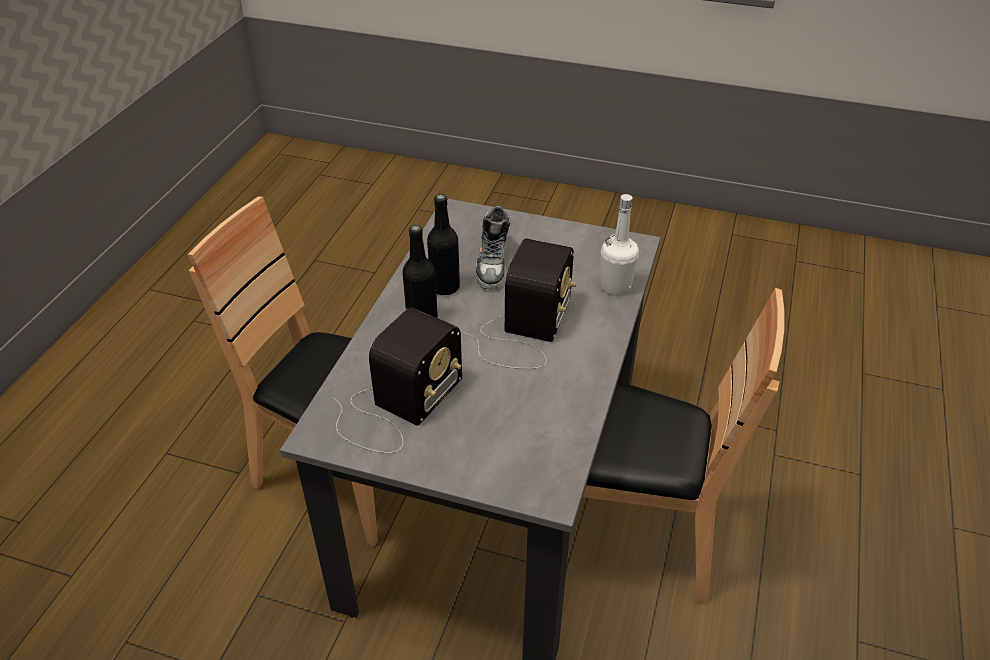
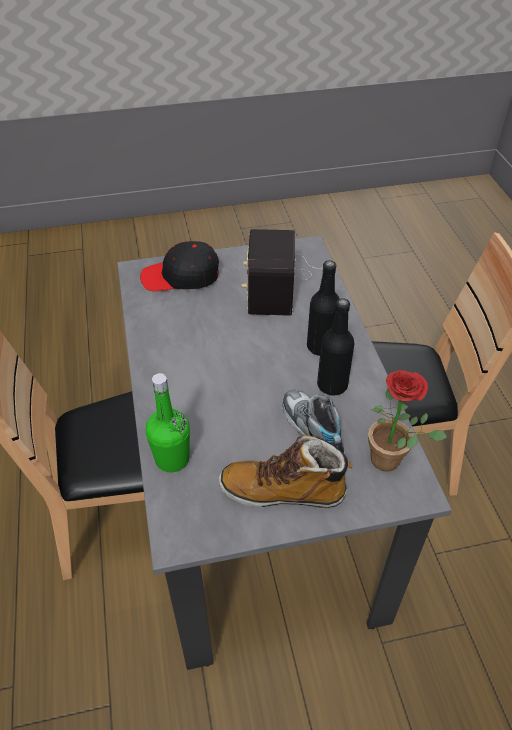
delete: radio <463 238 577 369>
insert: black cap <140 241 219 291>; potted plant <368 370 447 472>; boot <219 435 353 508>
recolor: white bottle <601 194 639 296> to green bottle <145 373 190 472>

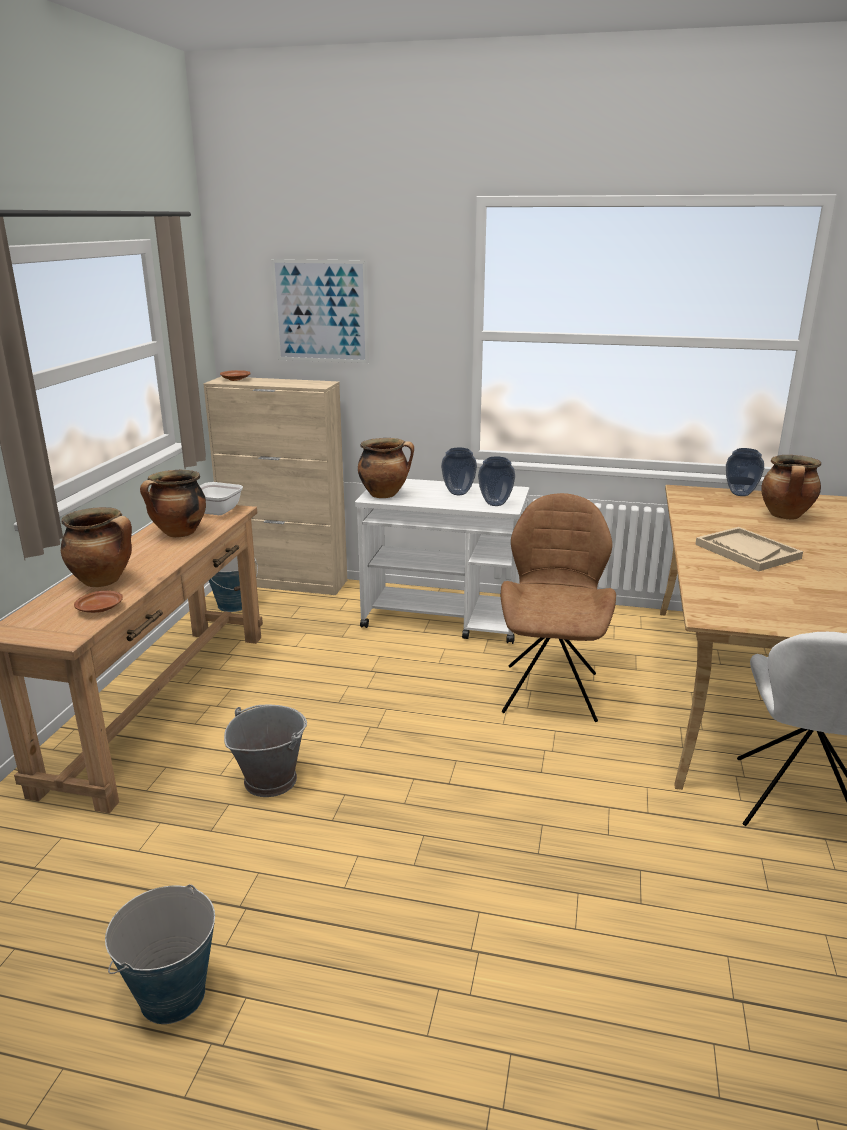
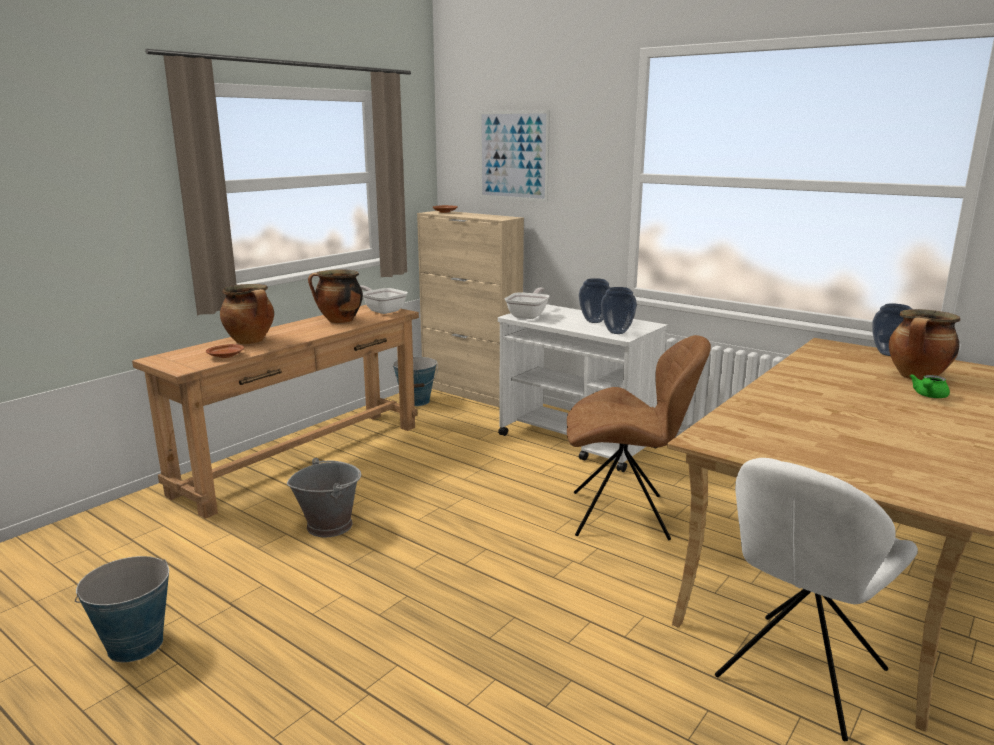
delete: beige tray <695 527 803 571>
insert: green teapot <910 374 950 398>
replace: cooking pot <358 438 414 498> to frying pan <505 288 550 319>
rotate: brown chair <501 493 616 722> = <567 335 711 540> 60 degrees clockwise

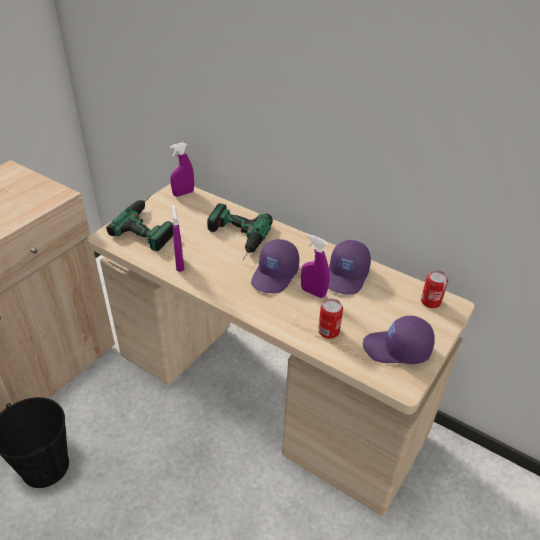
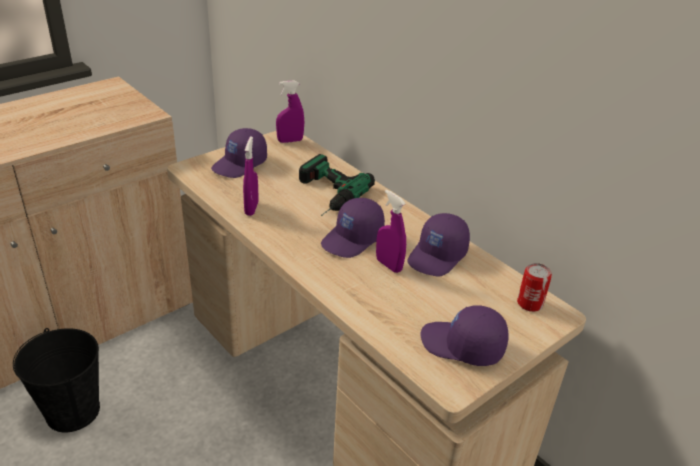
delete: can <318 299 343 339>
replace: power drill <106 196 173 251> to purple cap <211 128 267 178>

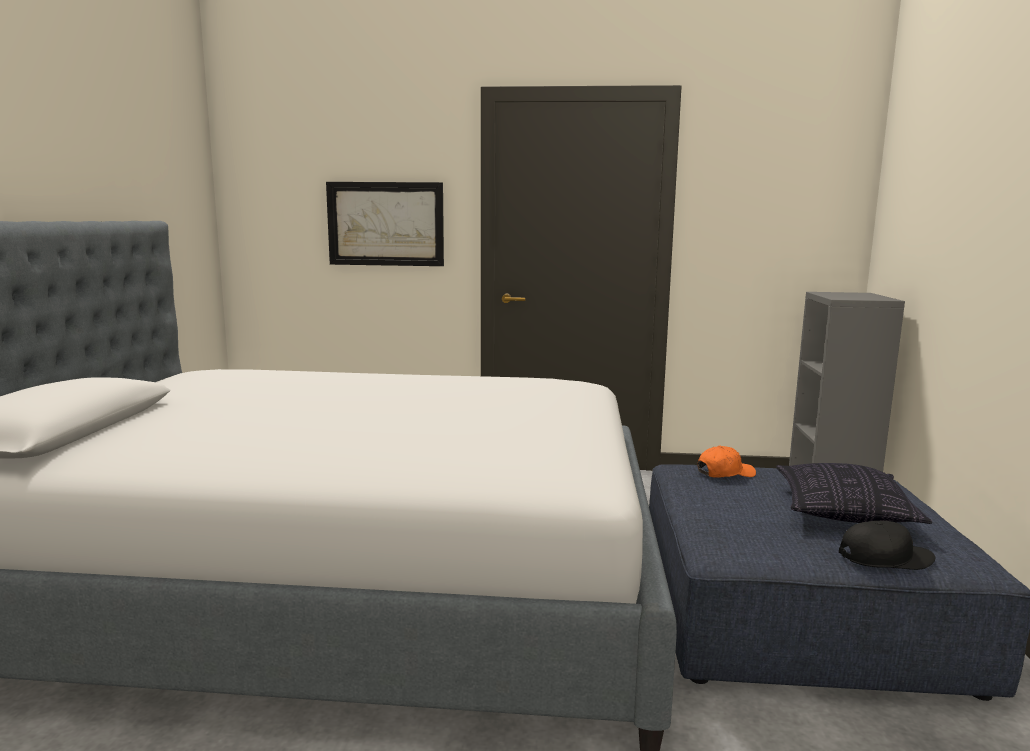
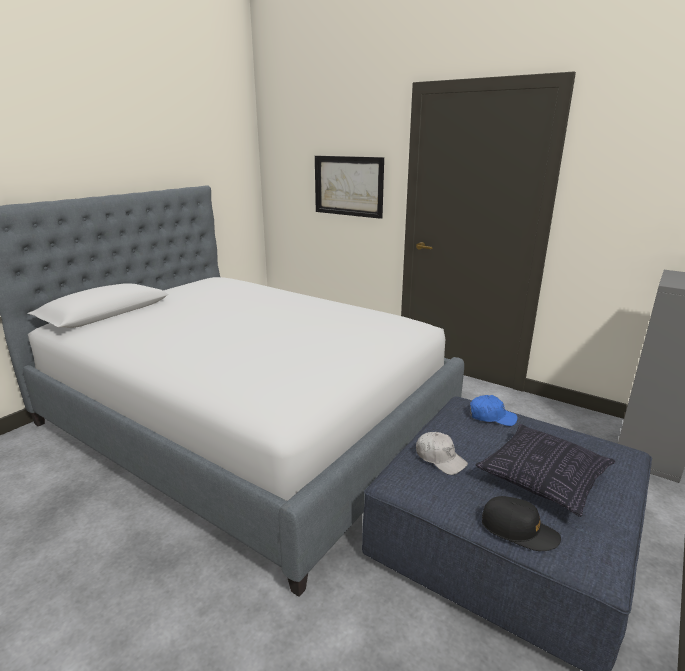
insert: white cap <416 432 468 475>
recolor: orange cap <698 446 756 477> to blue cap <470 395 518 426>

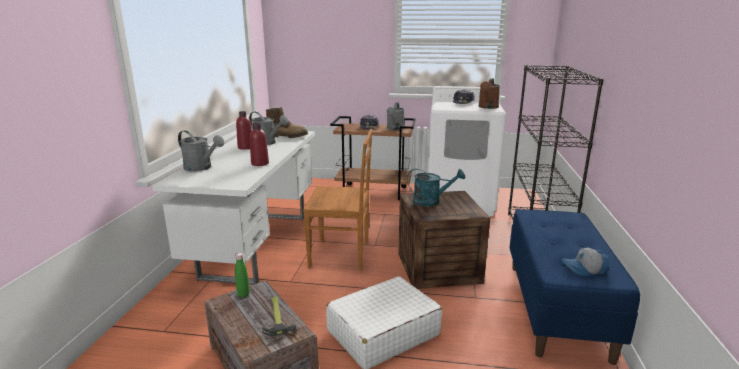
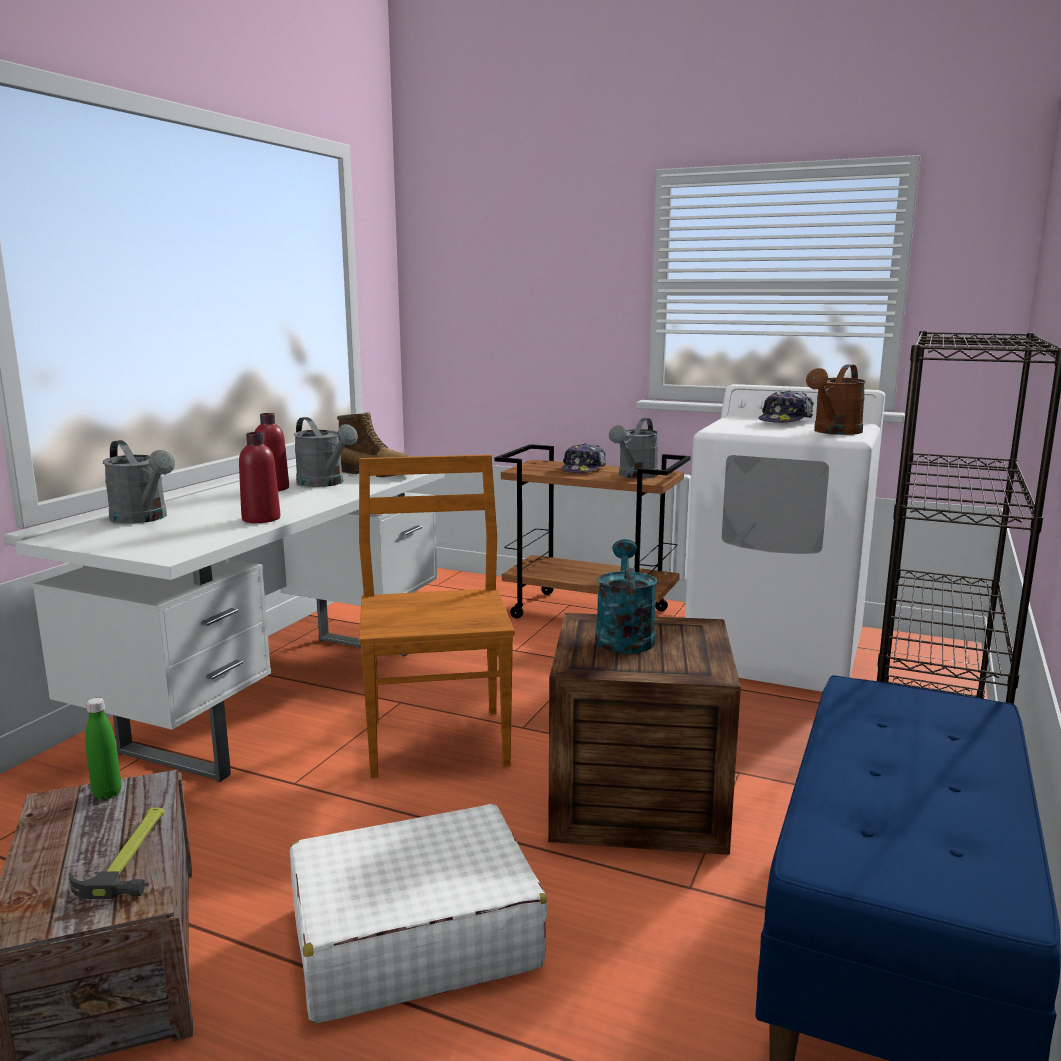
delete: cap <562 247 609 276>
rotate: brown chair <303 129 372 271> = <359 455 514 778> 120 degrees counterclockwise; turquoise watering can <407 169 465 206> = <595 539 657 654> 105 degrees counterclockwise

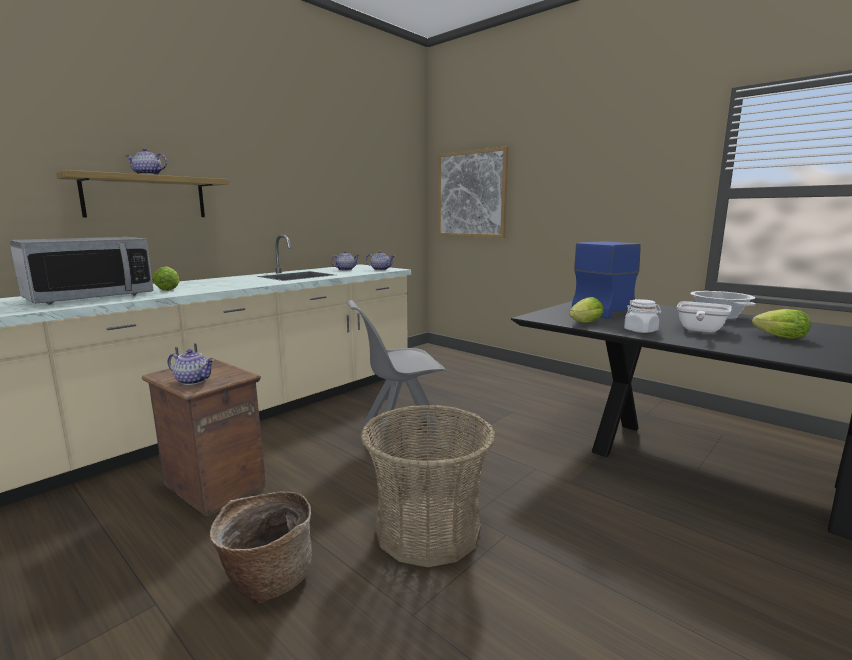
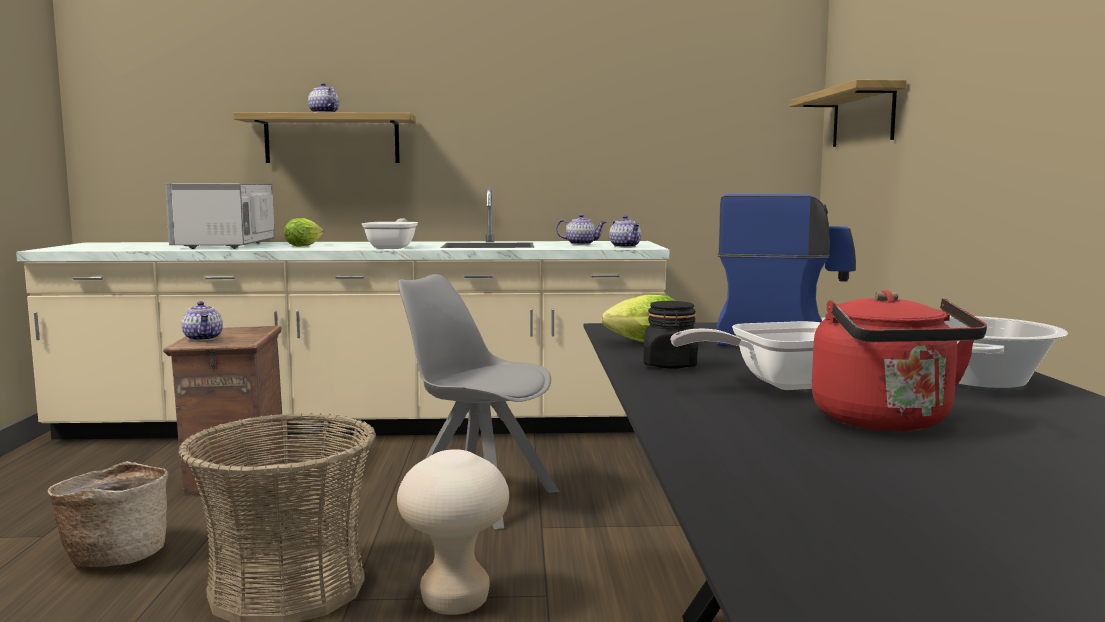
insert: frying pan <362 218 418 249>; beige stool <397 449 509 615>
replace: picture <438 147 509 238> to shelf <789 80 907 147>; lettuce <752 309 811 339> to red kettle <812 290 987 431>
recolor: white jar <624 299 661 333> to black jar <643 301 698 369>
rotate: microwave <9 237 154 304> = <165 183 275 249> 90 degrees clockwise

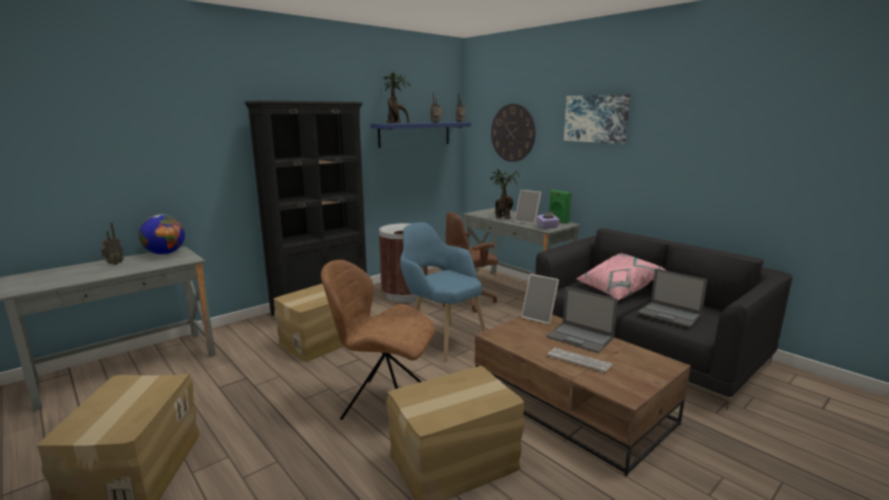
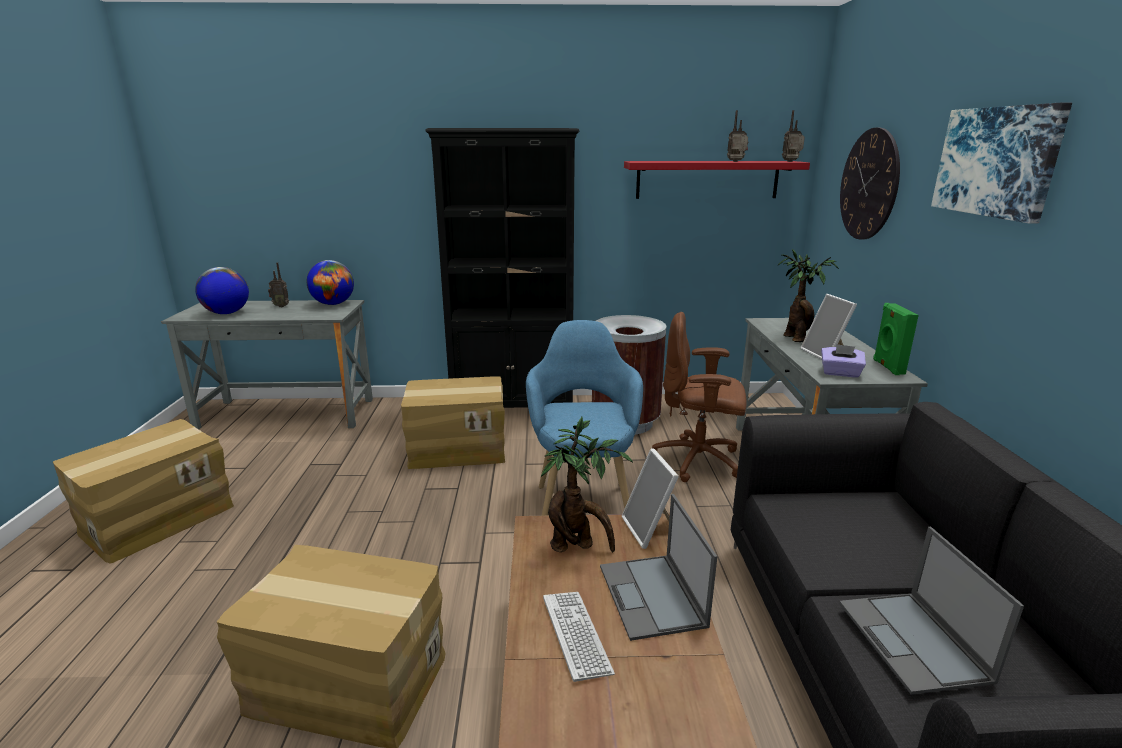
delete: pink pillow <577 254 666 300>; brown chair <321 260 435 420>
insert: globe <195 267 249 314>
move: potted plant <383 71 411 123> to <541 417 633 552>
recolor: blue shelf <370 122 471 148> to red shelf <624 161 810 199>

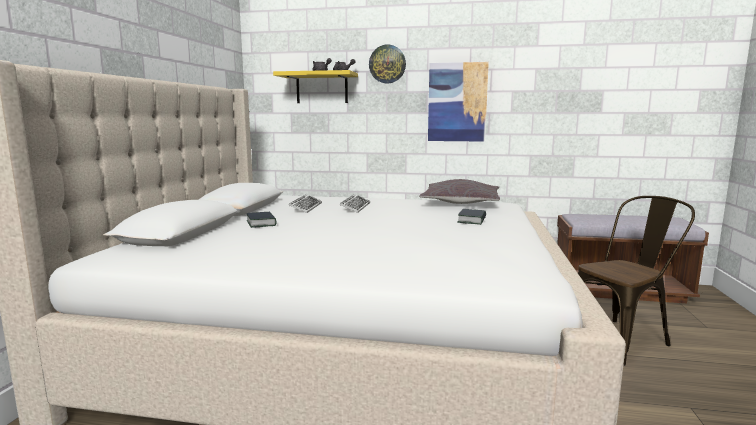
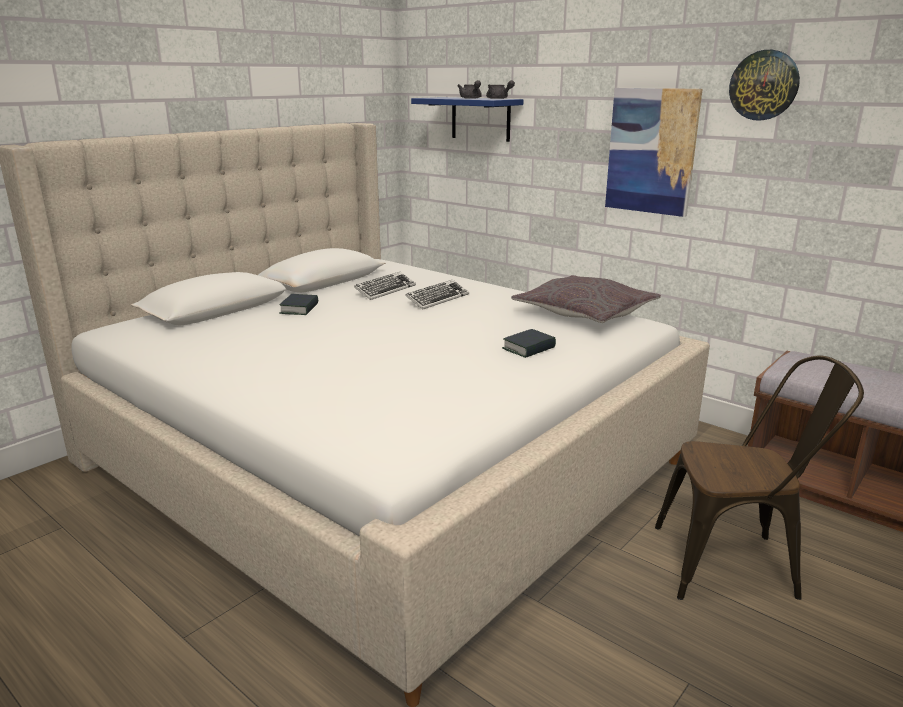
move: wall clock <369 45 406 83> to <729 50 800 121>
recolor: yellow shelf <273 70 358 103> to blue shelf <411 97 523 142>

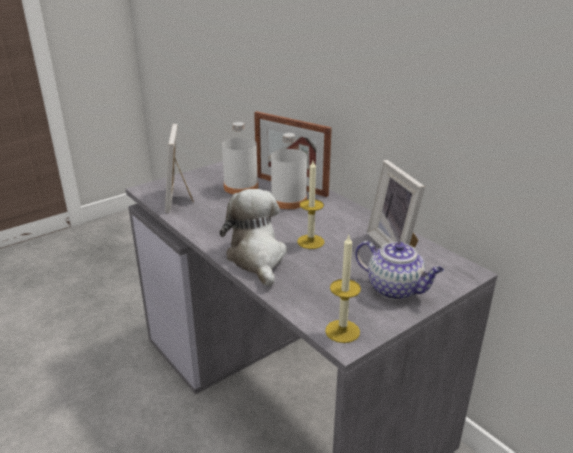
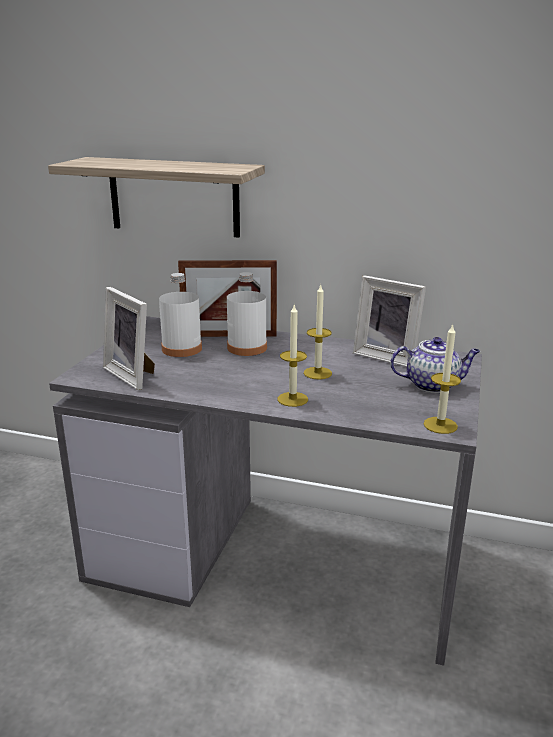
insert: shelf <48 157 265 238>
replace: plush toy <219 189 287 287> to candle <278 303 308 407>

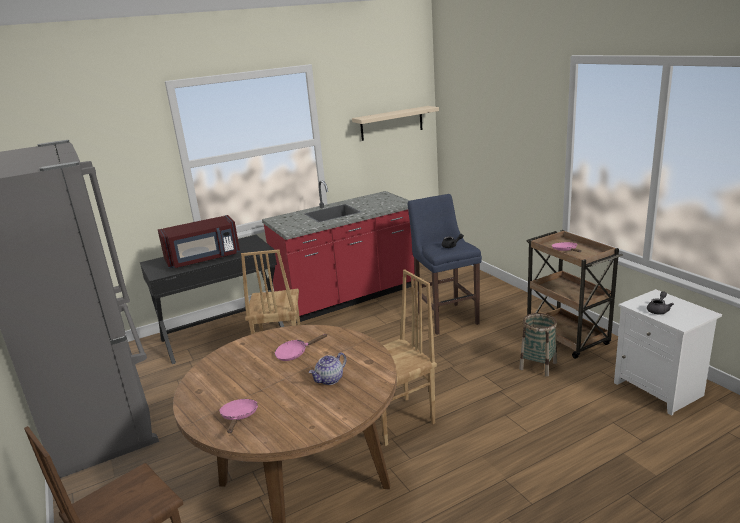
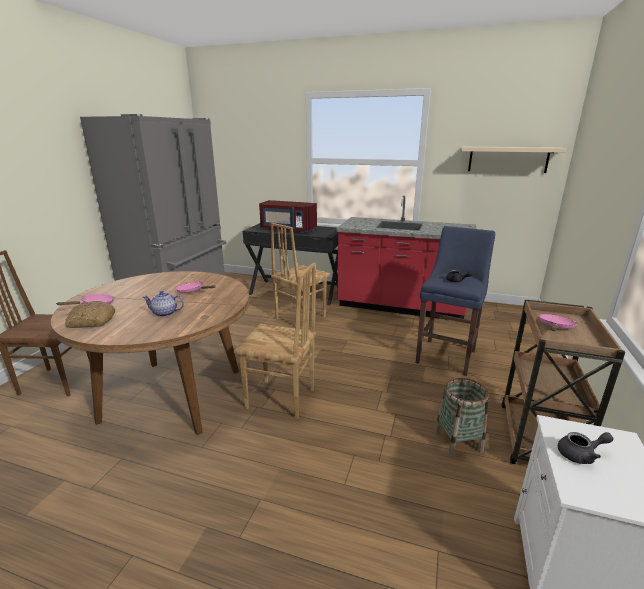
insert: bread <65 301 116 328>

